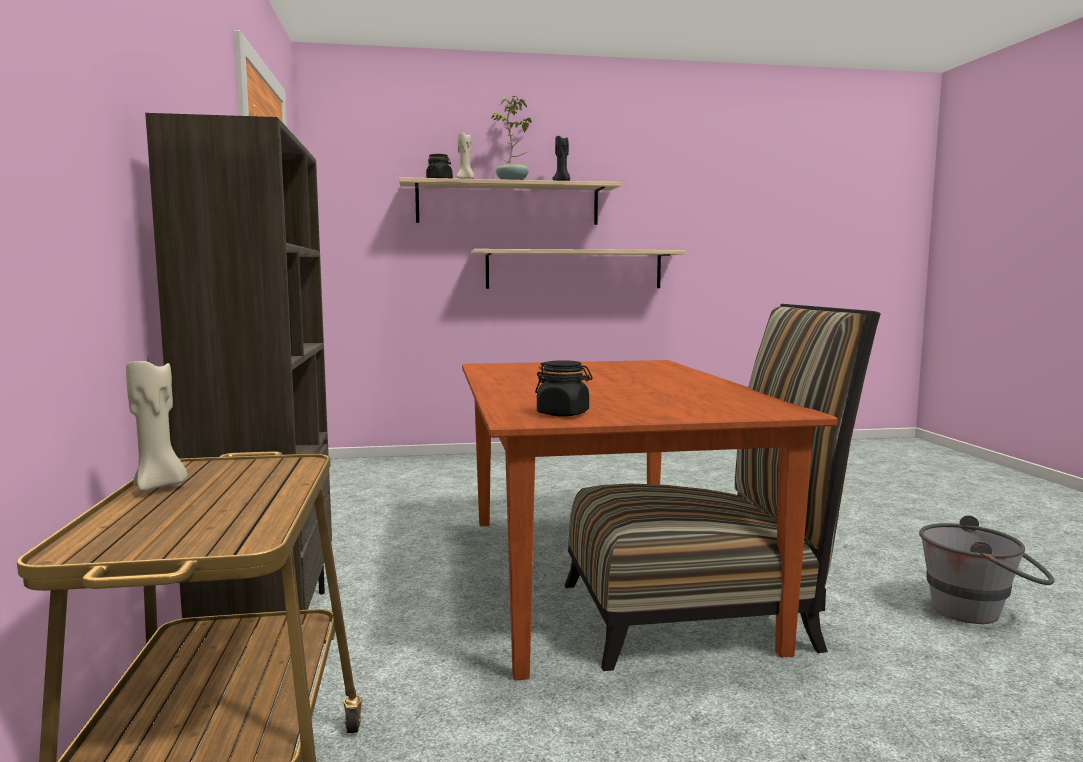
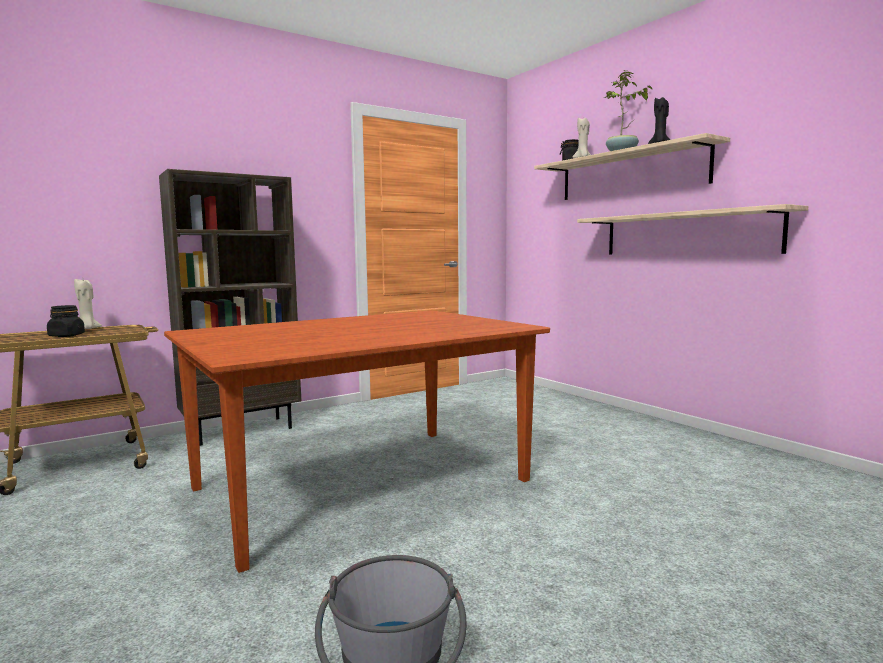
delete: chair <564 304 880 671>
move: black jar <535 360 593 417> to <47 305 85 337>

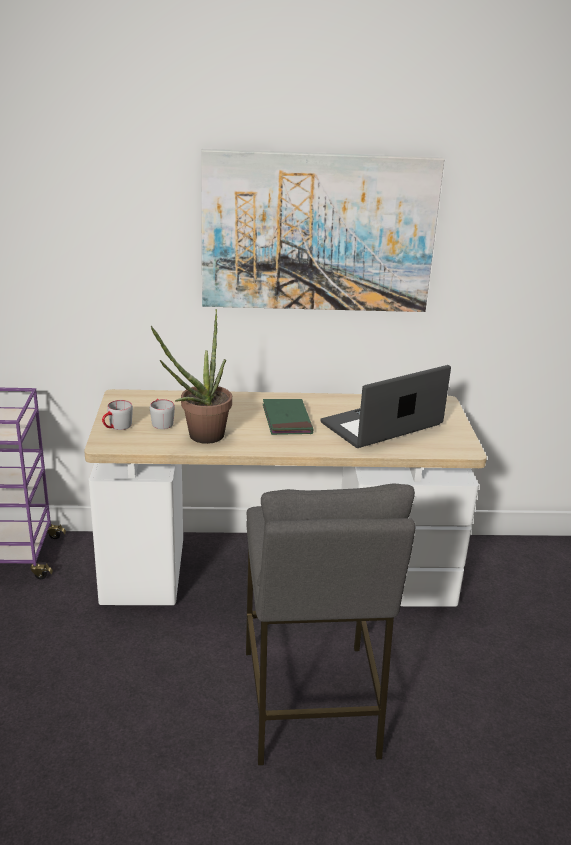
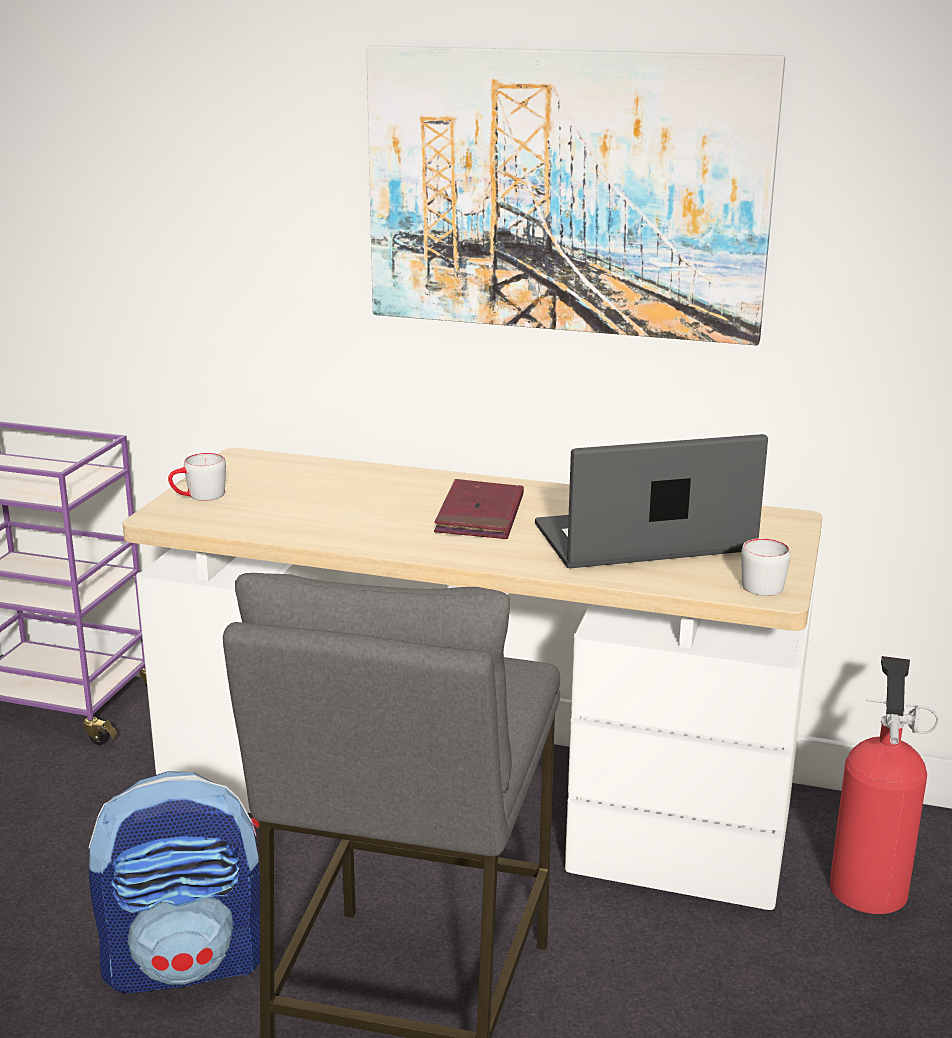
delete: potted plant <151 309 232 444>
insert: fire extinguisher <830 656 939 914>; backpack <89 771 260 993>
move: grey mug <150 399 175 429> to <741 538 791 596>
recolor: green book <263 399 313 435> to red book <434 479 524 539>

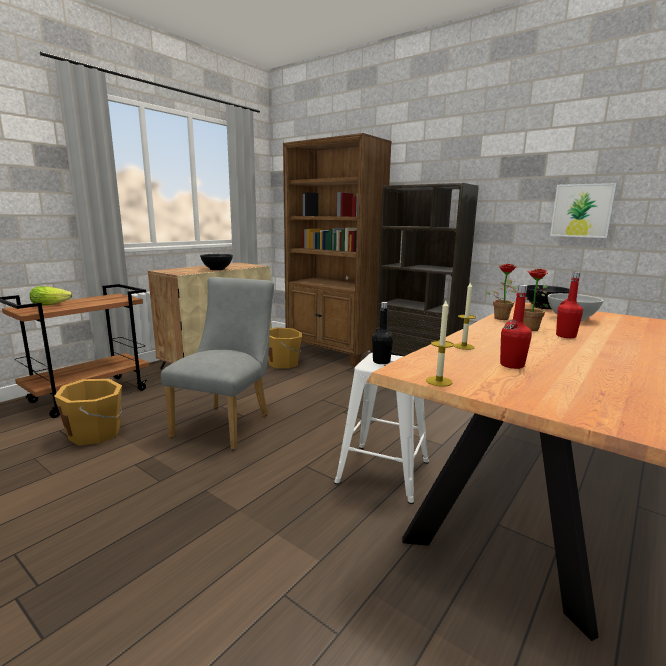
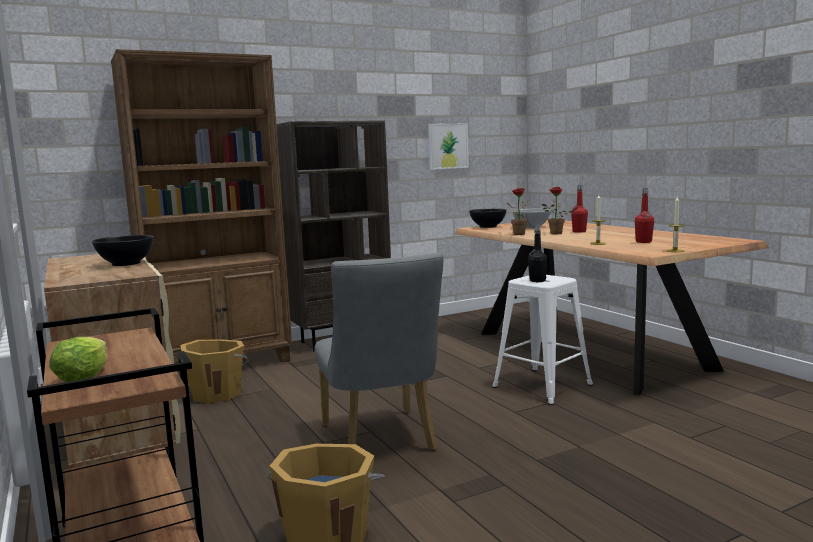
rotate: grey chair <161 277 274 450> = <314 253 443 451> 150 degrees counterclockwise

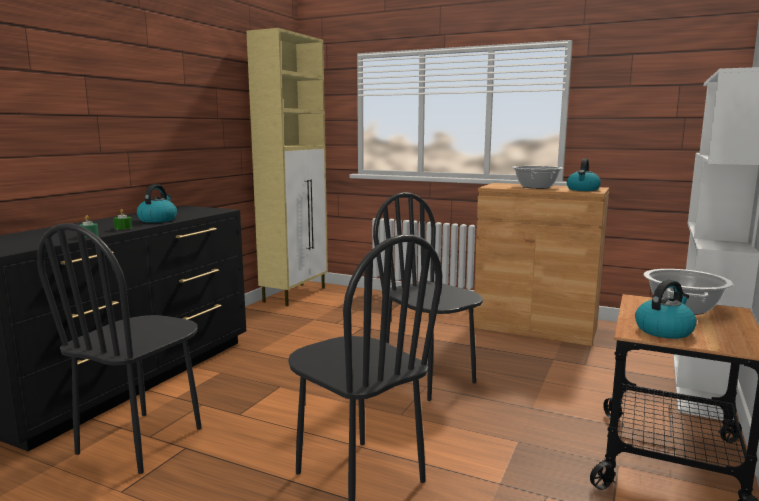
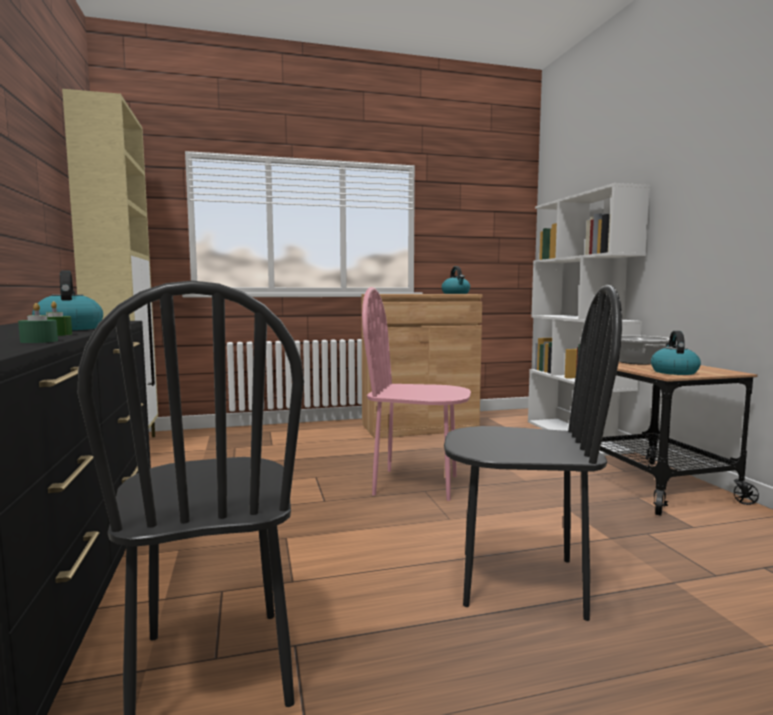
delete: cooking pot <512 166 563 189>
recolor: black chair <373 192 483 401> to pink chair <362 287 471 501>

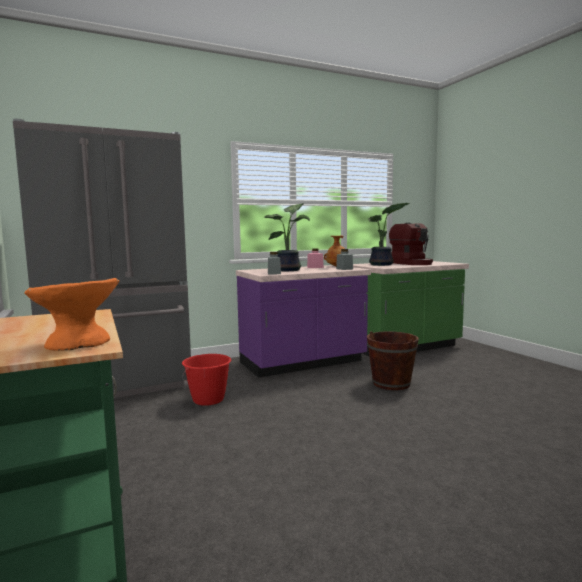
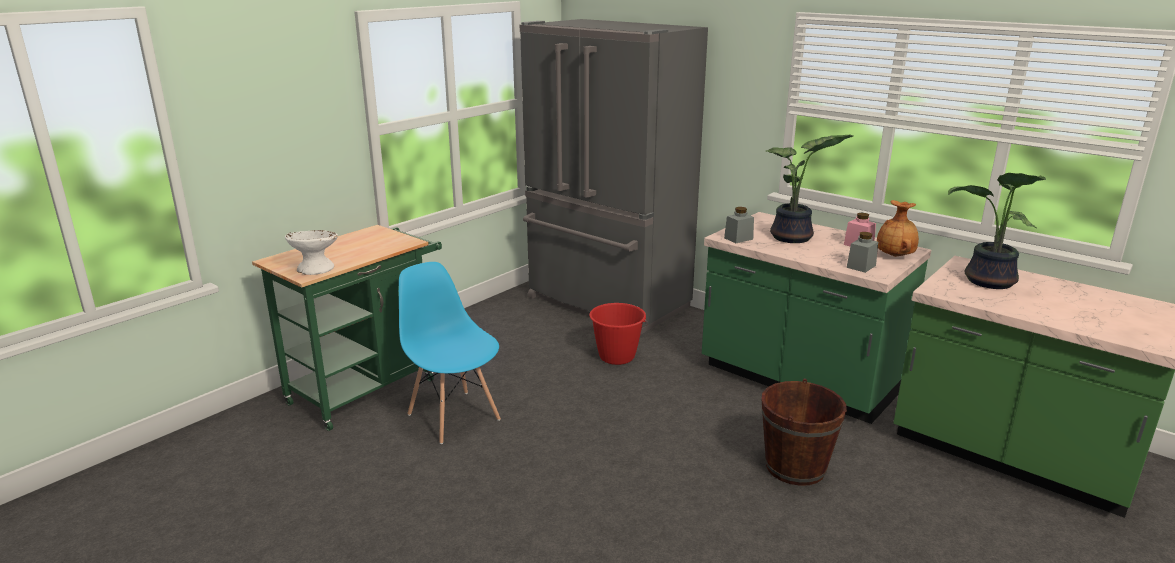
delete: coffee machine <389 223 433 265>
insert: blue chair <399 262 501 444>
recolor: purple counter <236 265 371 378> to green counter <702 212 931 424>; orange bowl <24 278 119 351> to white bowl <285 230 338 275>

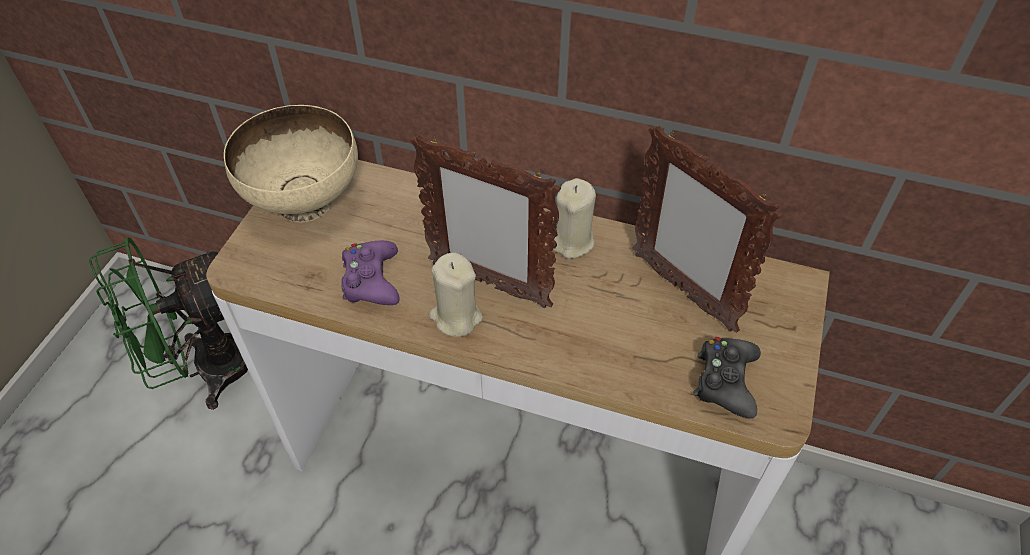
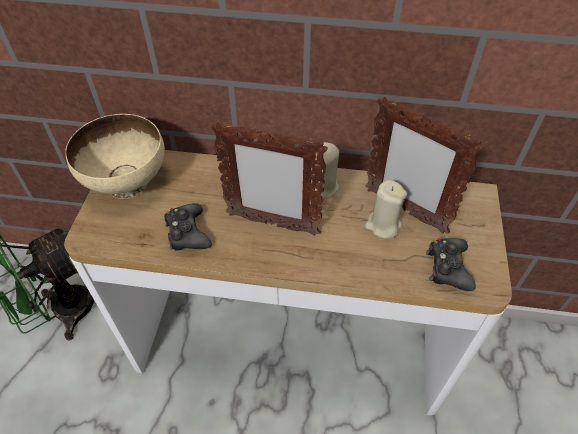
move: beige candle <429 252 483 337> to <365 180 407 239>
recolor: purple game controller <341 241 400 305> to black game controller <164 203 212 251>

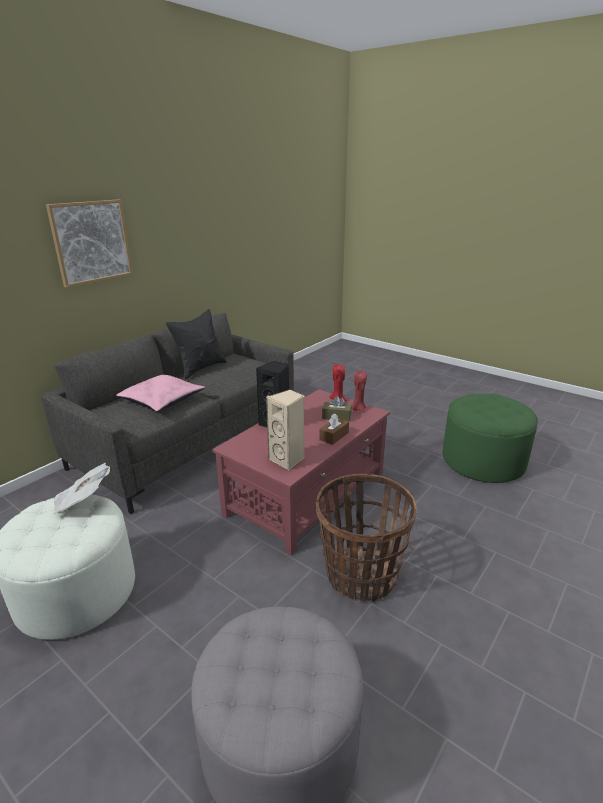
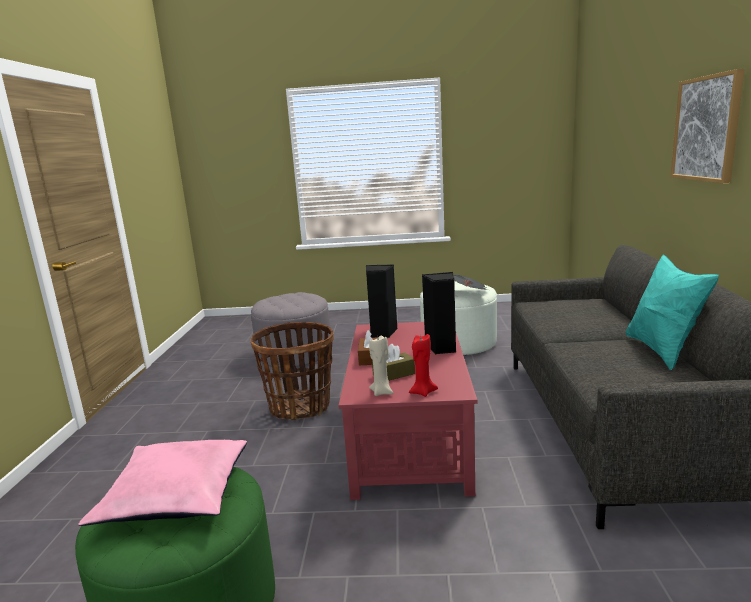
move: pink pillow <116 375 206 411> to <78 440 247 526>
recolor: black pillow <166 309 227 379> to turquoise pillow <626 254 719 370>; red candle <352 371 367 412> to beige candle <369 336 393 396>; beige speaker <266 389 304 470> to black speaker <366 264 397 338>

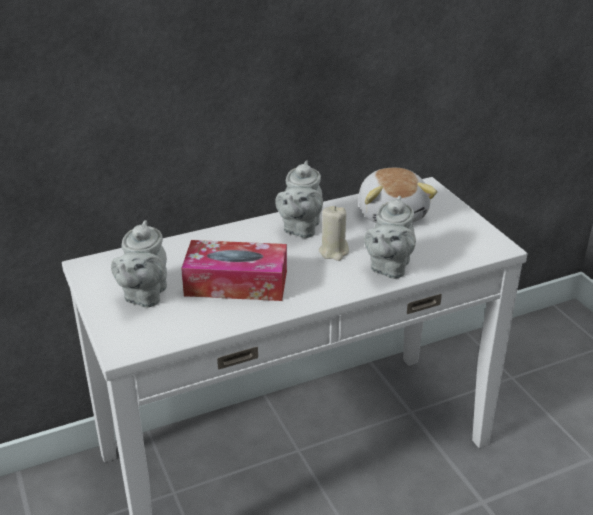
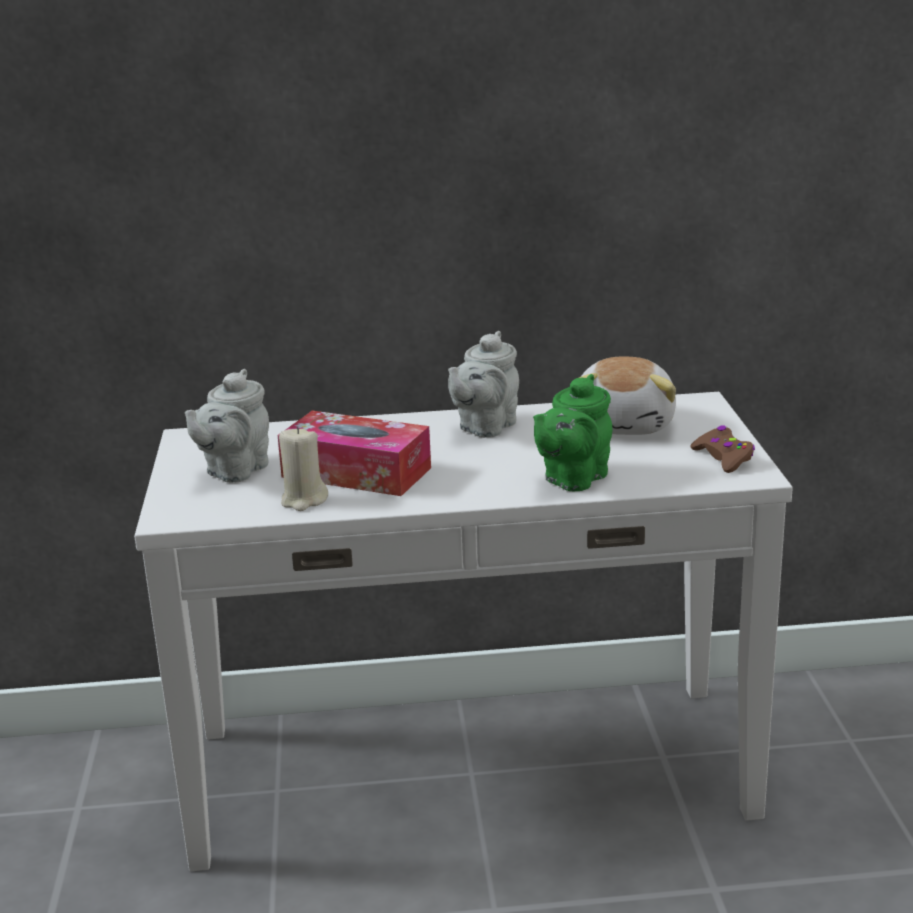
insert: brown game controller <690 426 755 473>
move: beige candle <319 206 349 261> to <279 427 328 511>
recolor: grey teapot <364 196 416 279> to green teapot <533 374 612 491>

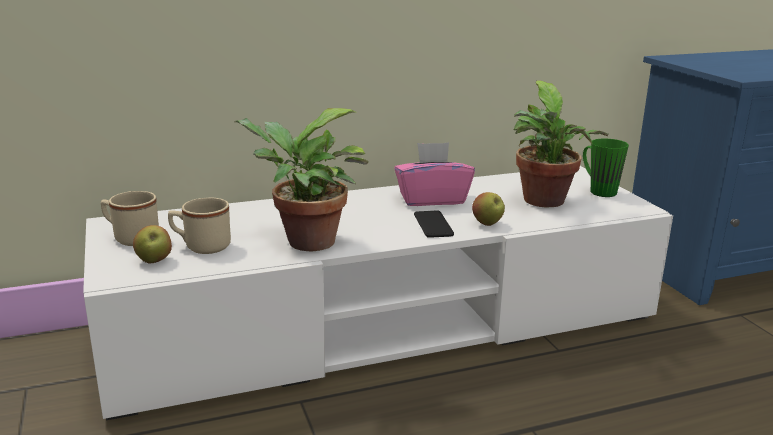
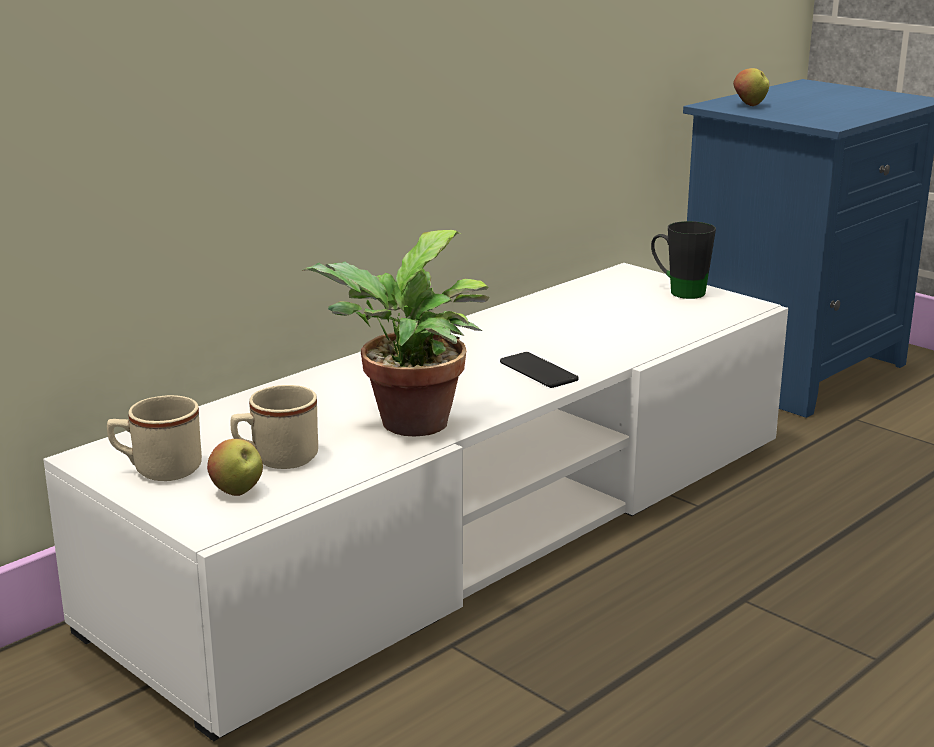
delete: potted plant <513 80 609 207>; pink tissue box <394 142 475 206>
move: apple <472 192 505 226> to <733 68 769 106>
recolor: green mug <583 139 629 197> to black mug <651 221 716 299>

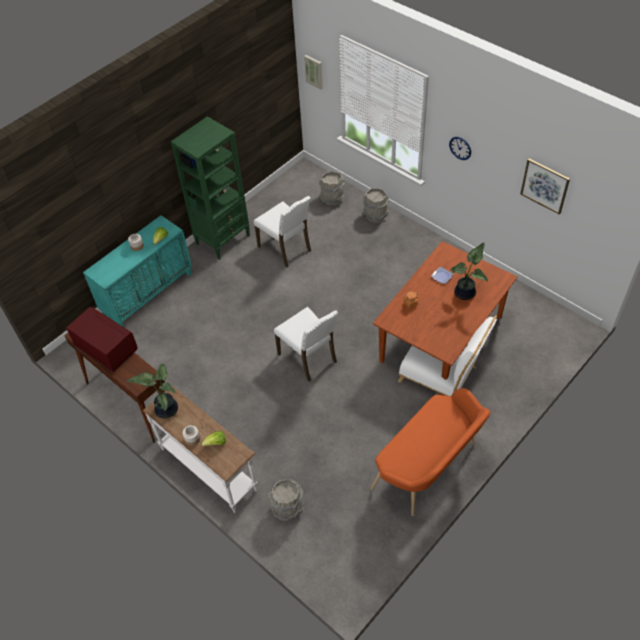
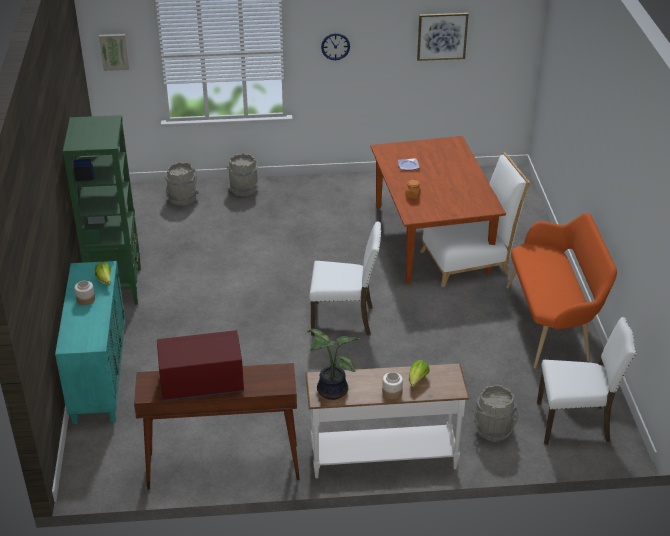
delete: potted plant <450 242 488 300>
move: white chair <254 196 311 267> to <537 317 637 445>

